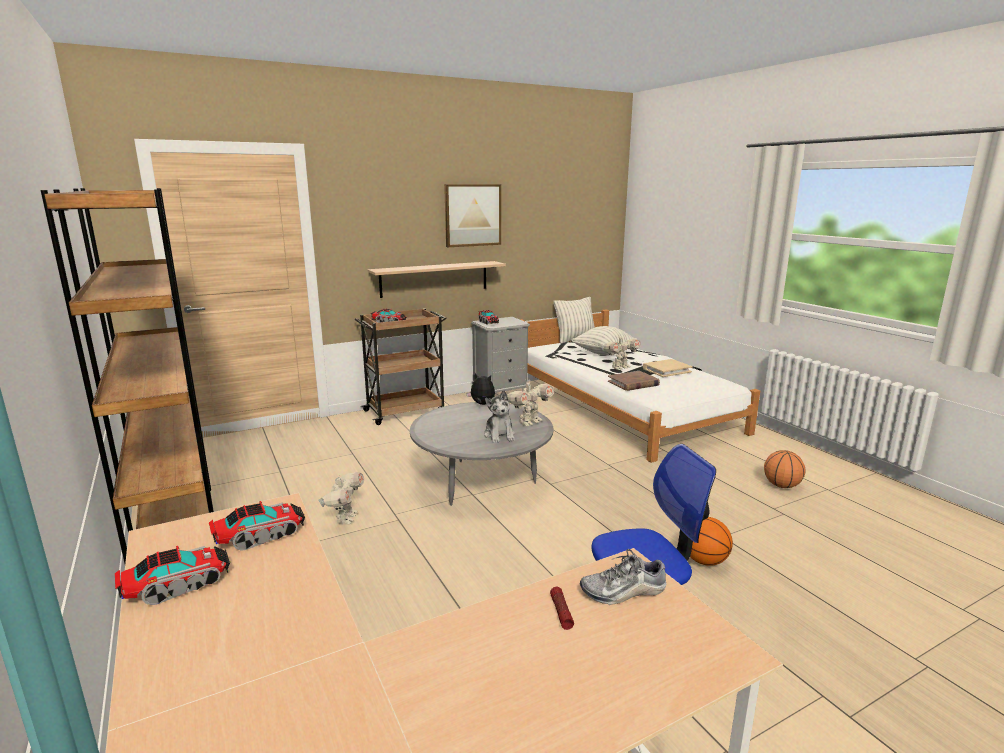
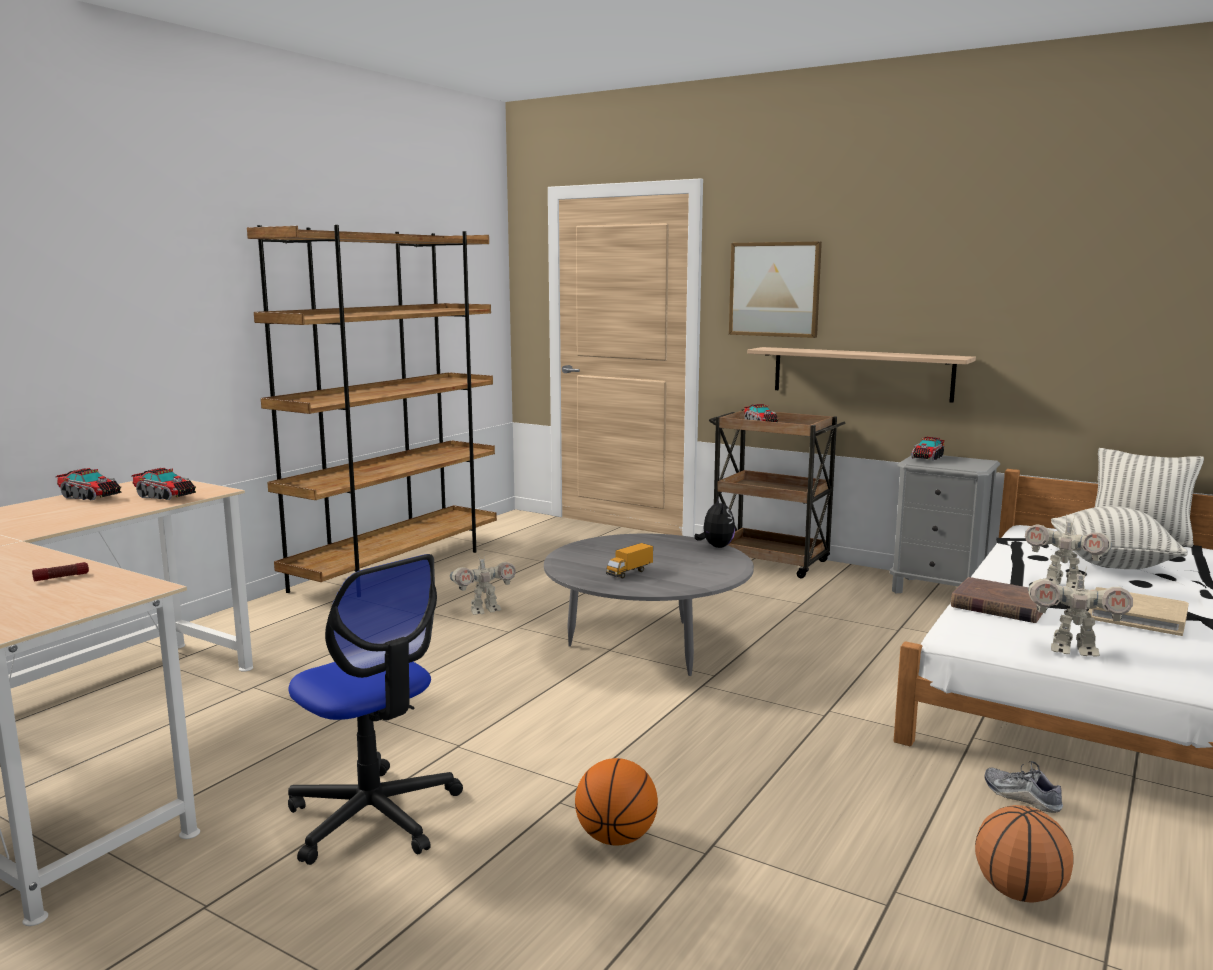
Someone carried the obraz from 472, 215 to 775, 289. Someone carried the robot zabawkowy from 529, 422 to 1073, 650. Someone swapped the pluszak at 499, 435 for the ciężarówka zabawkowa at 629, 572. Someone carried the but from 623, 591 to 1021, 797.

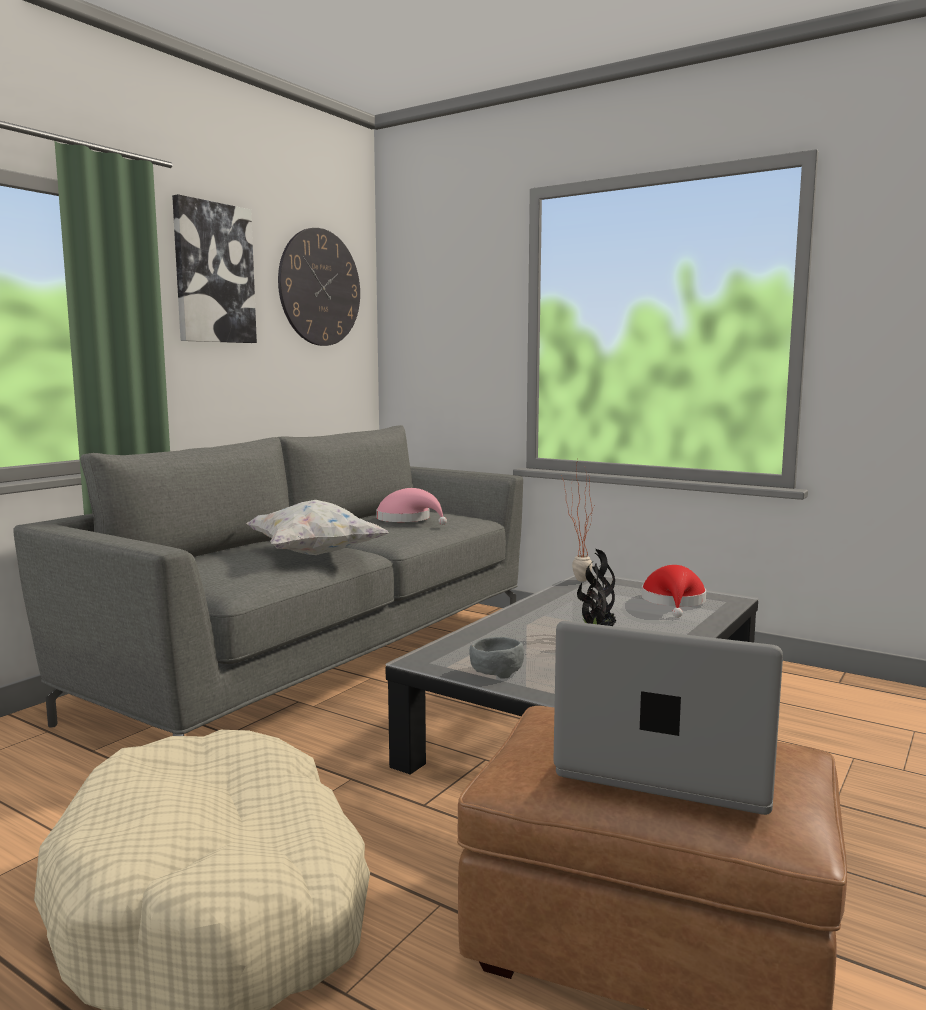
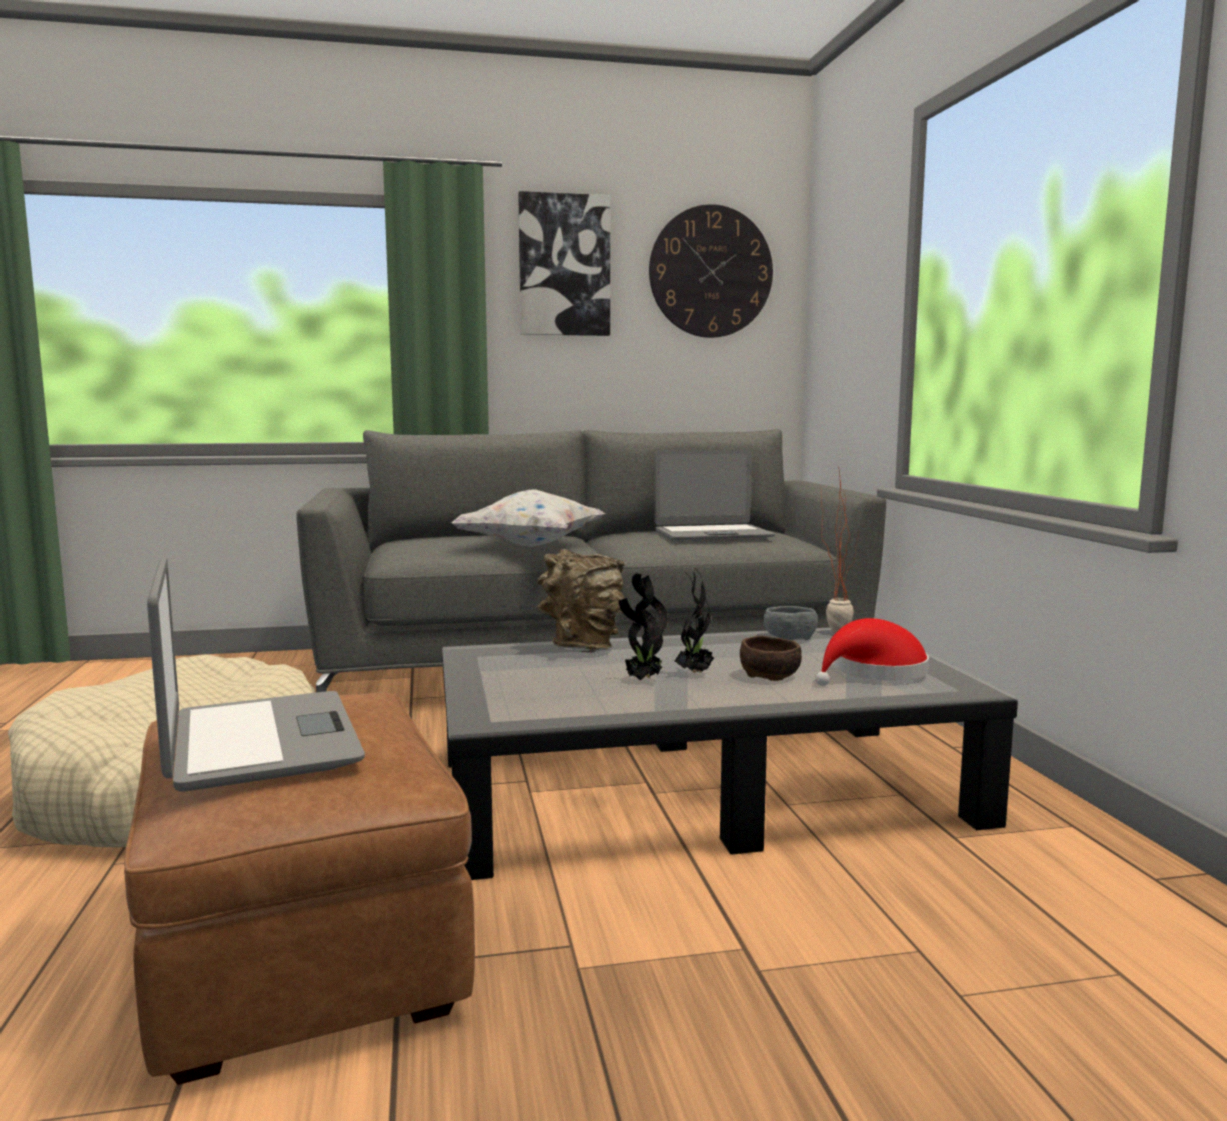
Someone swapped the kapelusz/różowy at 407, 520 for the laptop at 712, 534. Someone carried the miska/szary from 495, 671 to 789, 637. Someone put down the wazon/brązowy at 582, 647. Someone put down the miska/brązowy at 771, 675.

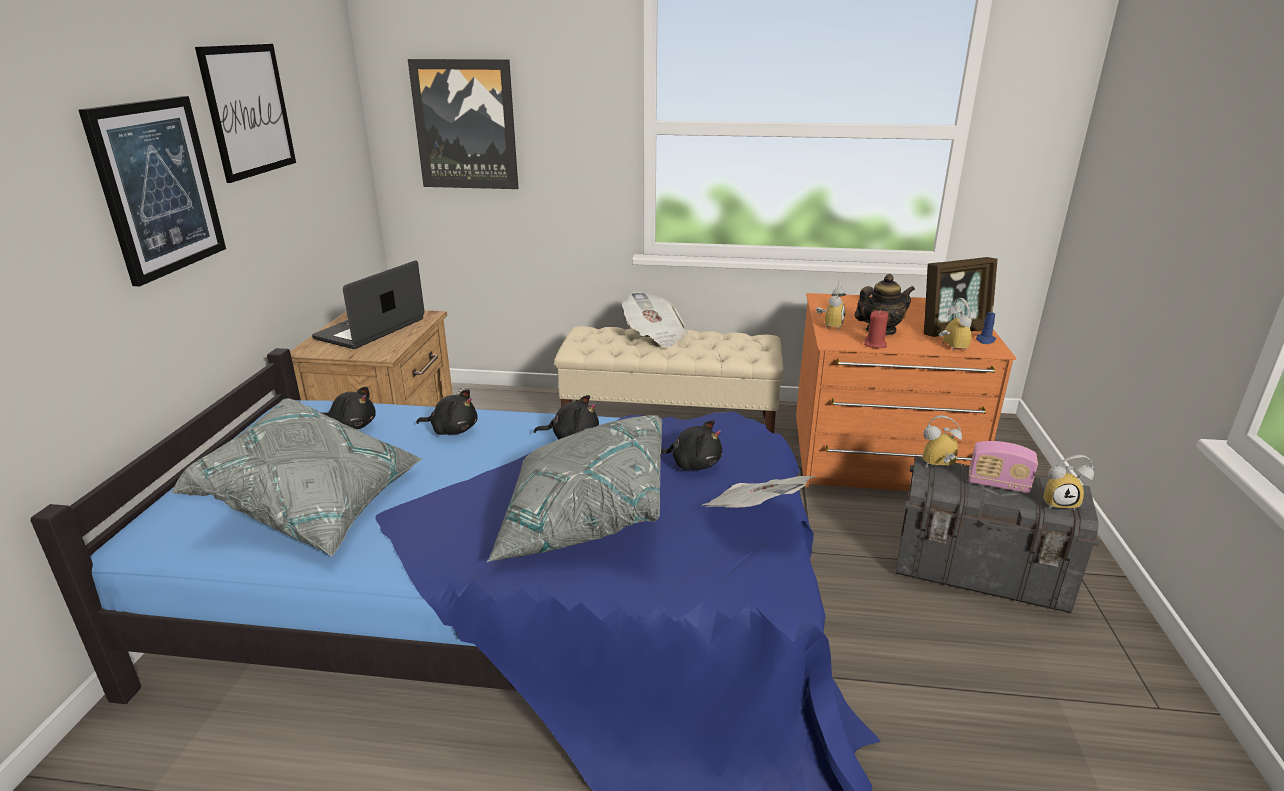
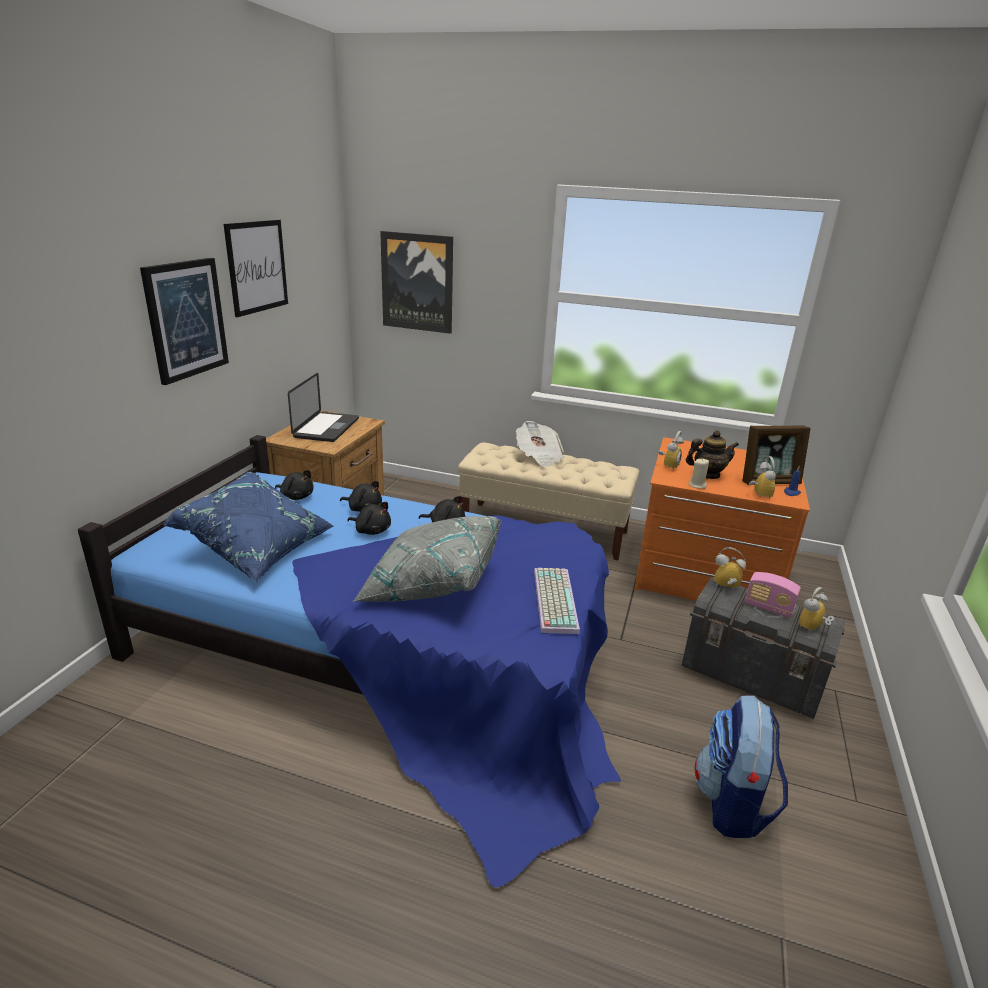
Someone rotated the laptop at 370, 329 by 150 degrees clockwise. Someone repainted the świeca/czerwony at 875, 345, which became the świeca/beżowy at 697, 485. Someone repainted the poduszka/szary at 317, 505, which became the poduszka/niebieski at 257, 547. Someone carried the pluszak/czarny from 692, 464 to 371, 530. Someone rotated the budzik at 1059, 502 by 120 degrees clockwise. Someone swapped the gazeta at 754, 515 for the klawiatura at 553, 599. Someone put down the plecak at 732, 803.

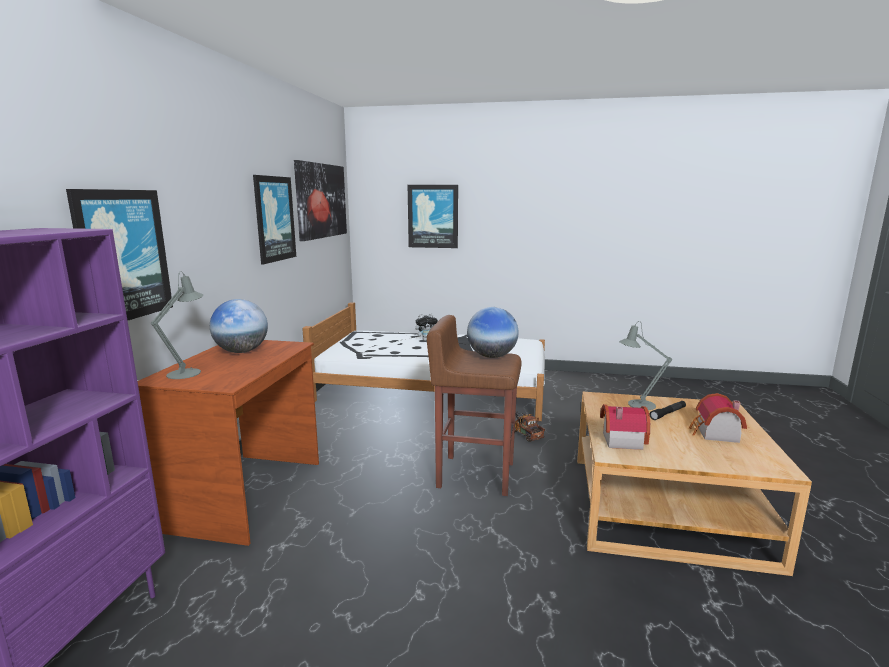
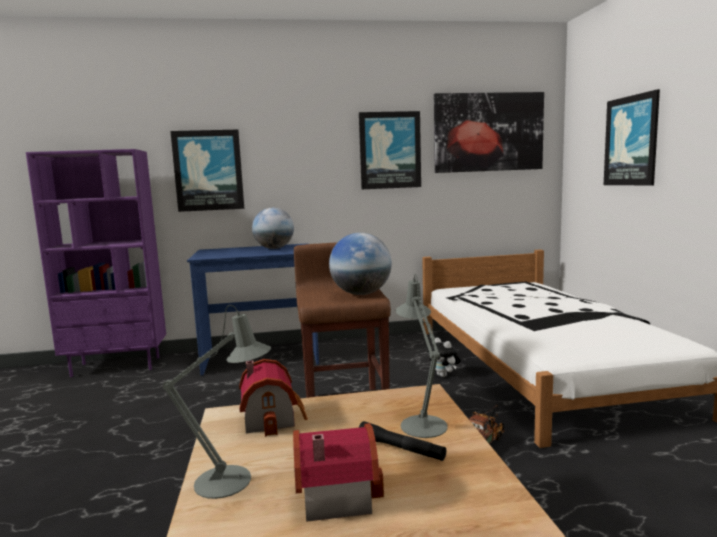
Someone carried the lampa stołowa/szary from 187, 372 to 231, 481. Someone carried the pluszak from 426, 340 to 444, 375. Someone repainted the biurko/brązowy at 247, 495, which became the biurko/niebieski at 261, 358.

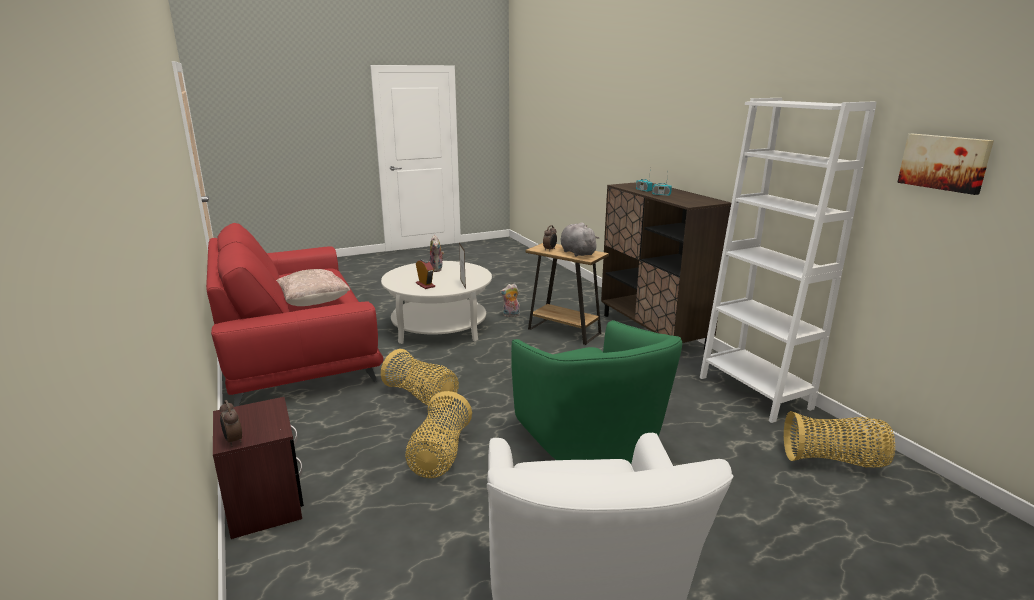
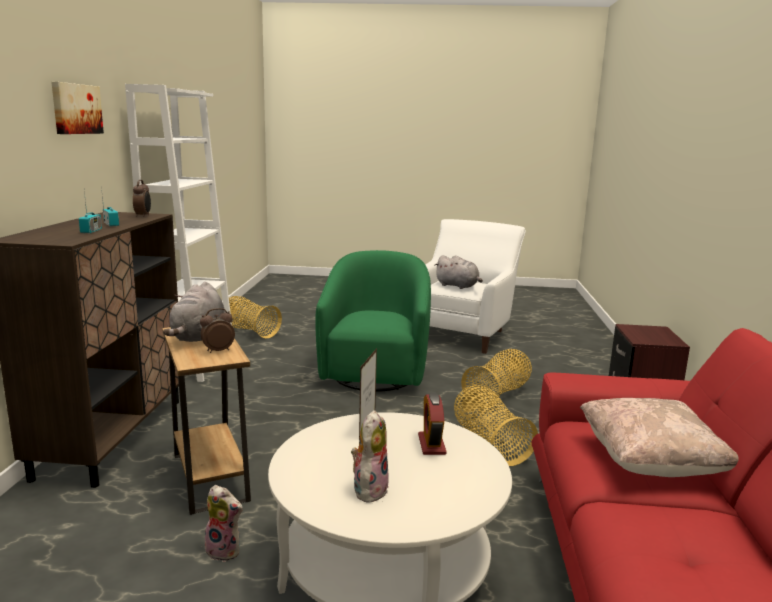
Someone carried the obraz from 944, 162 to 75, 109. Someone carried the budzik from 233, 441 to 143, 216. Someone put down the pluszak/szary at 458, 286.

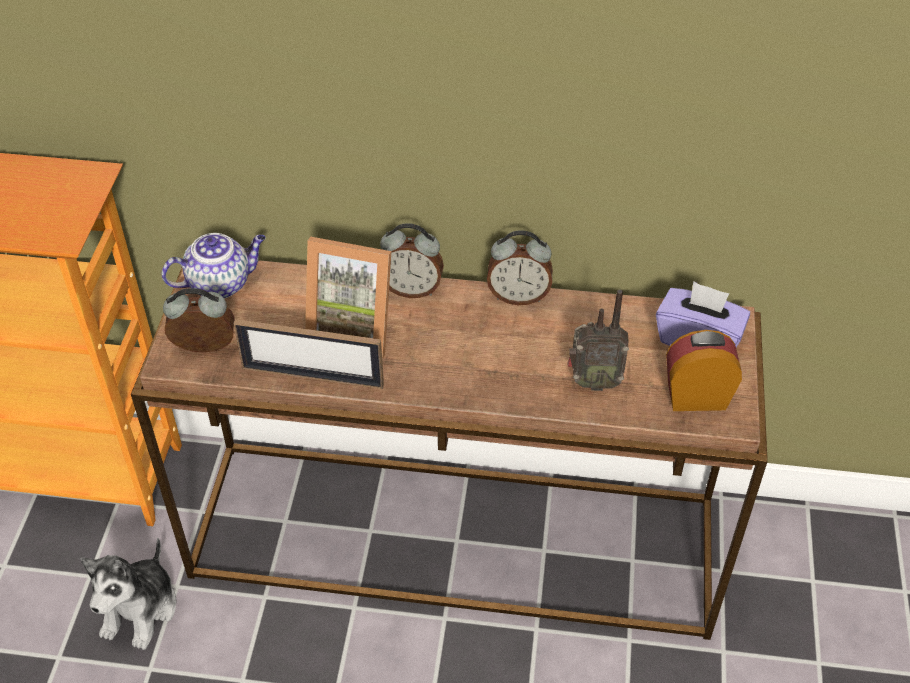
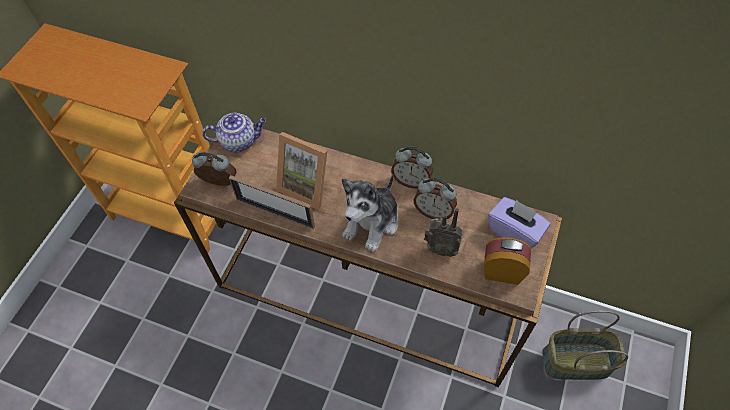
Someone carried the budzik from 411, 289 to 434, 212. Someone carried the pluszak from 141, 610 to 372, 223. Someone put down the koszyk at 575, 362.

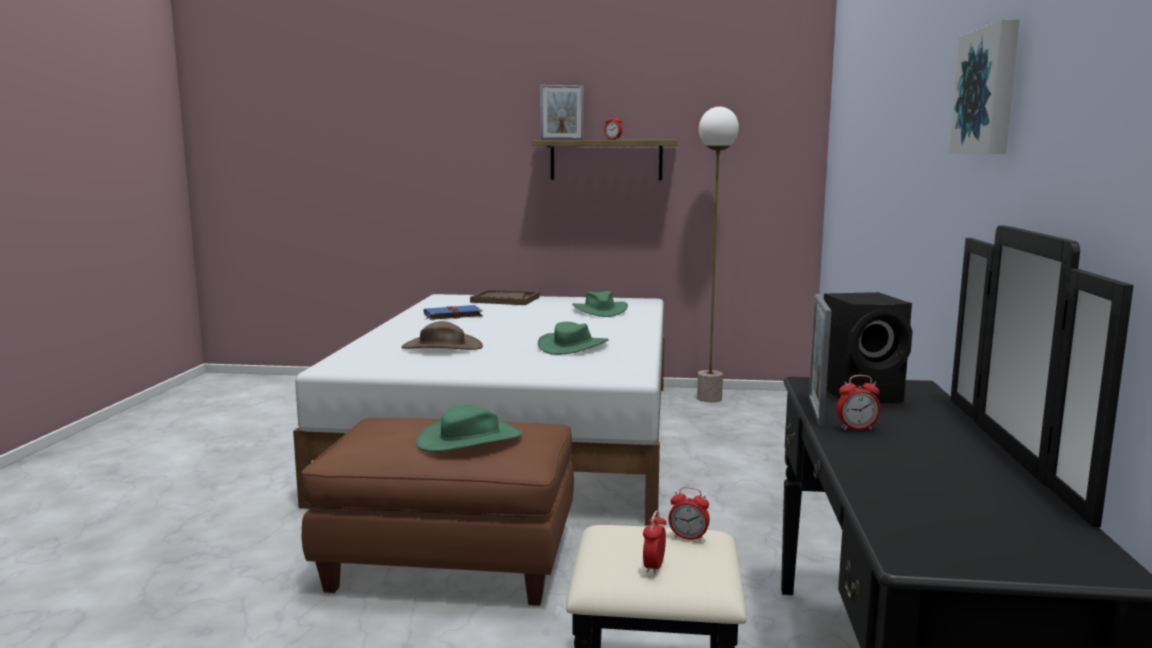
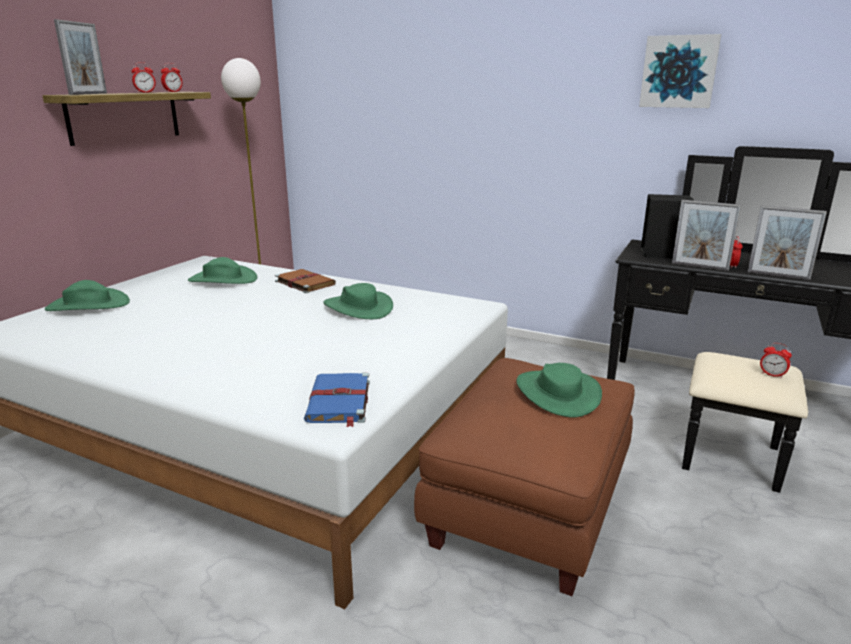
Someone swapped the taca/brązowy at 505, 300 for the kapelusz/zielony at 88, 305. Someone carried the książka/niebieski from 451, 315 to 339, 402. Someone took away the kapelusz/brązowy at 442, 347. Someone carried the budzik from 688, 537 to 173, 92. Someone put down the ramka na zdjęcie at 778, 275. Someone put down the książka/brązowy at 304, 283.

